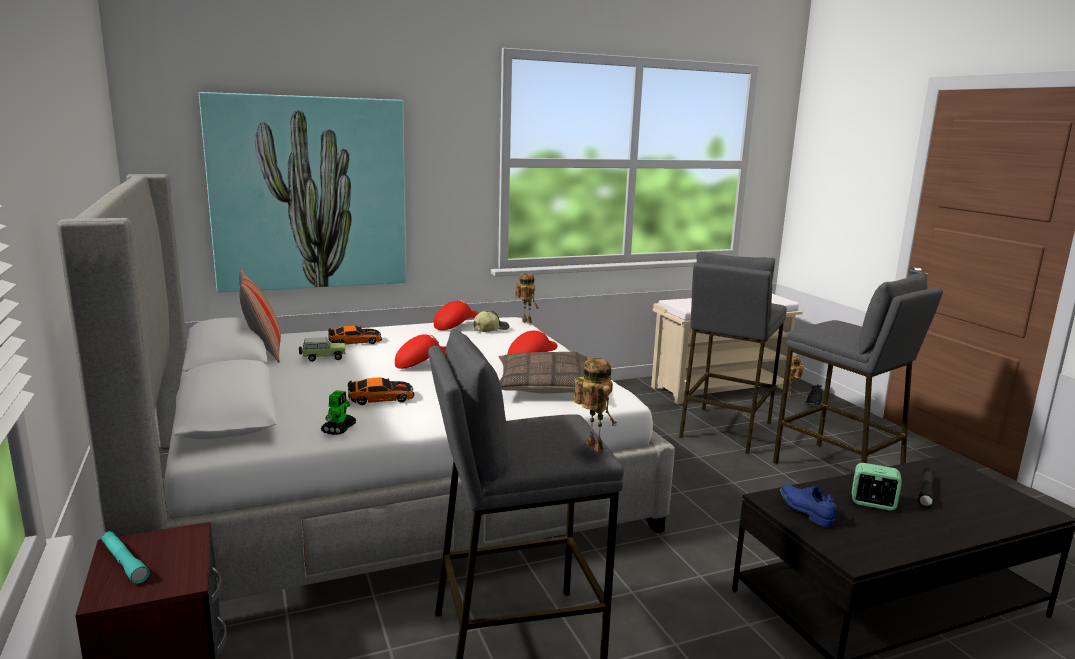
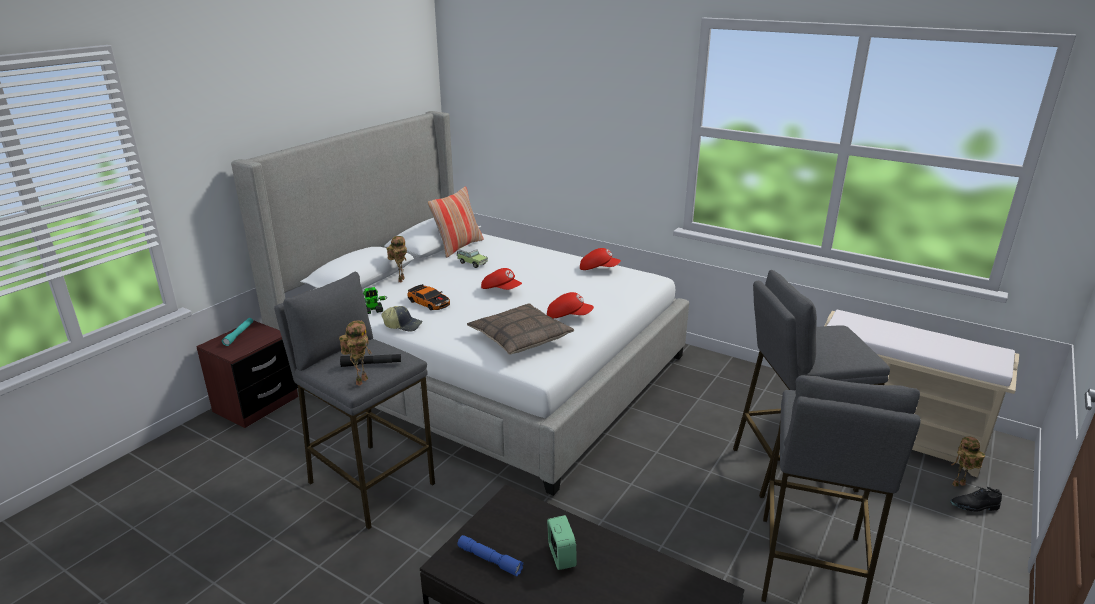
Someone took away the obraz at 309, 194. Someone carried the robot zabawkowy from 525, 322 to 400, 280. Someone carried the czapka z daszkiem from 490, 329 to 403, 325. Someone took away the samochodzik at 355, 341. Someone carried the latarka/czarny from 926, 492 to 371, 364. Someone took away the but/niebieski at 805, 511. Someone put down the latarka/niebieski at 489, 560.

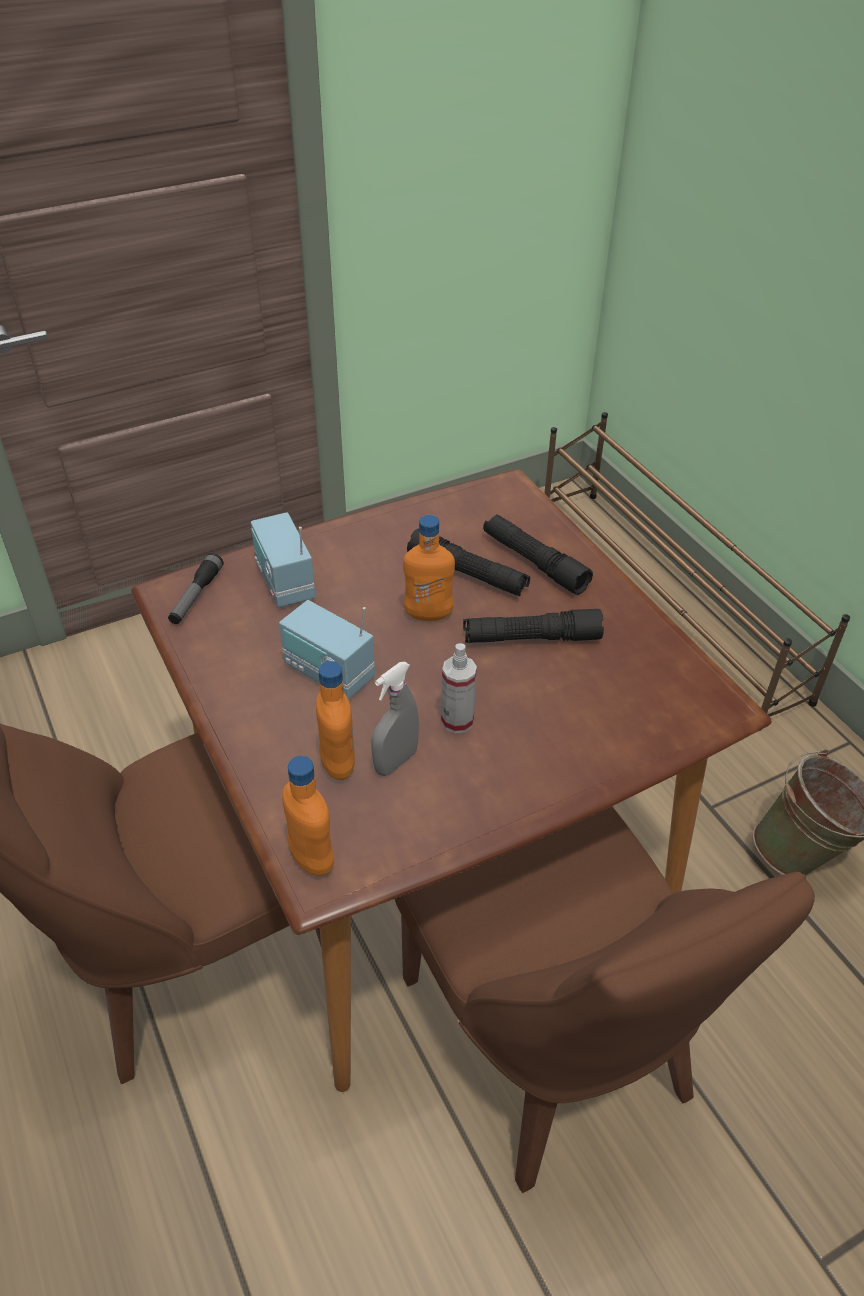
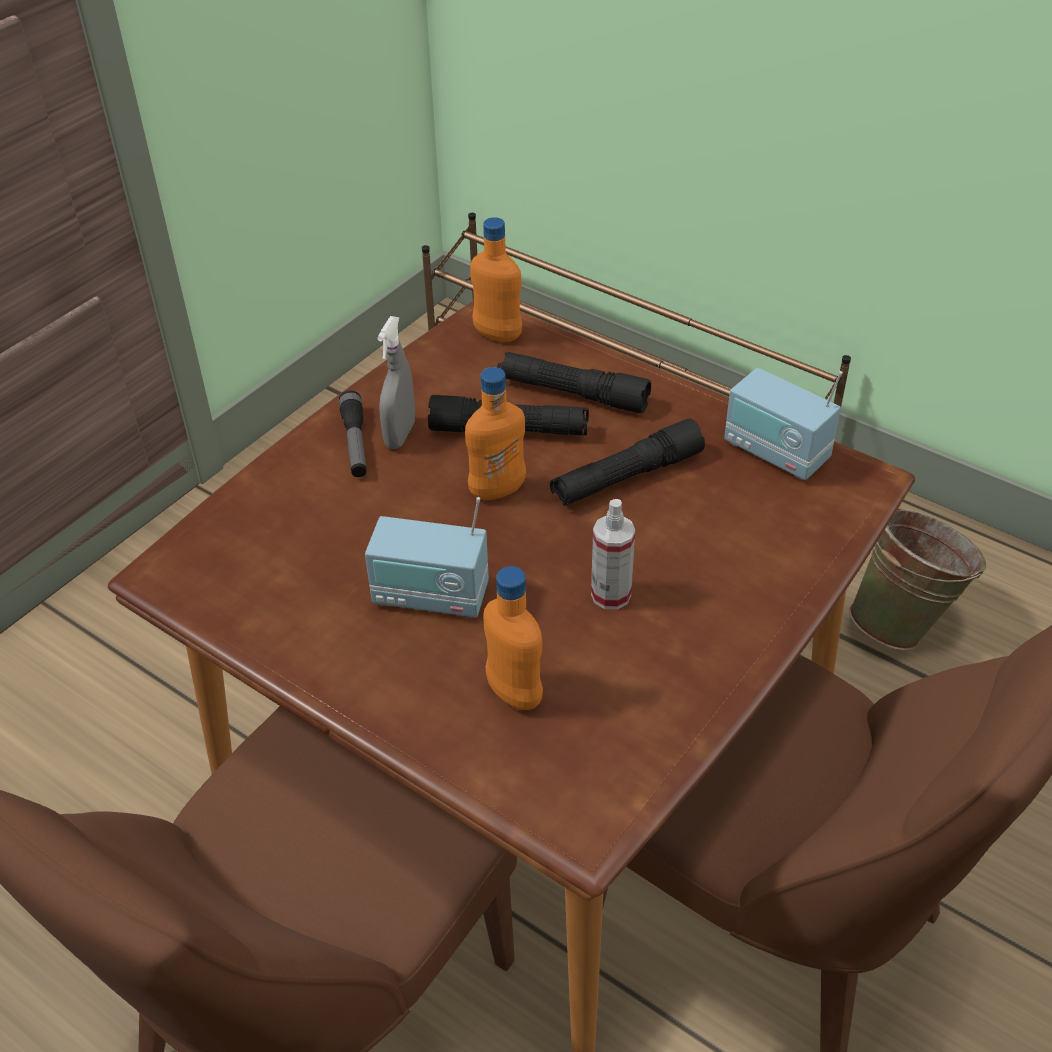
Someone carried the radio from 284, 583 to 775, 453. Someone carried the latarka from 196, 596 to 355, 443. Someone carried the spryskiwacz/szary from 395, 762 to 400, 435. Someone carried the butelka/pomarańczowy from 311, 859 to 497, 335.

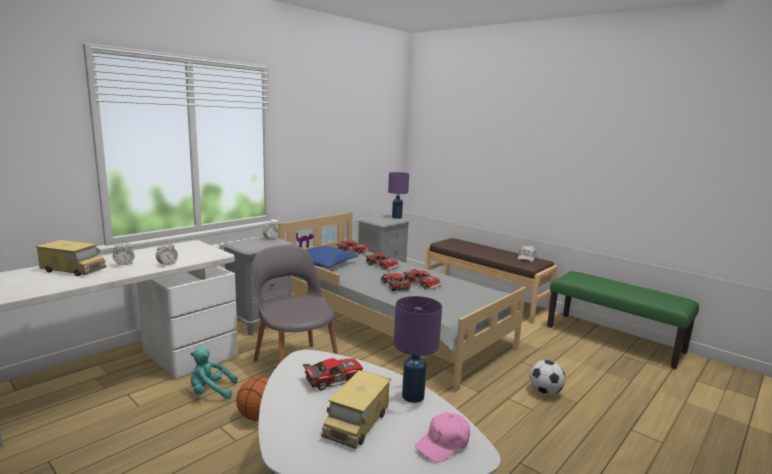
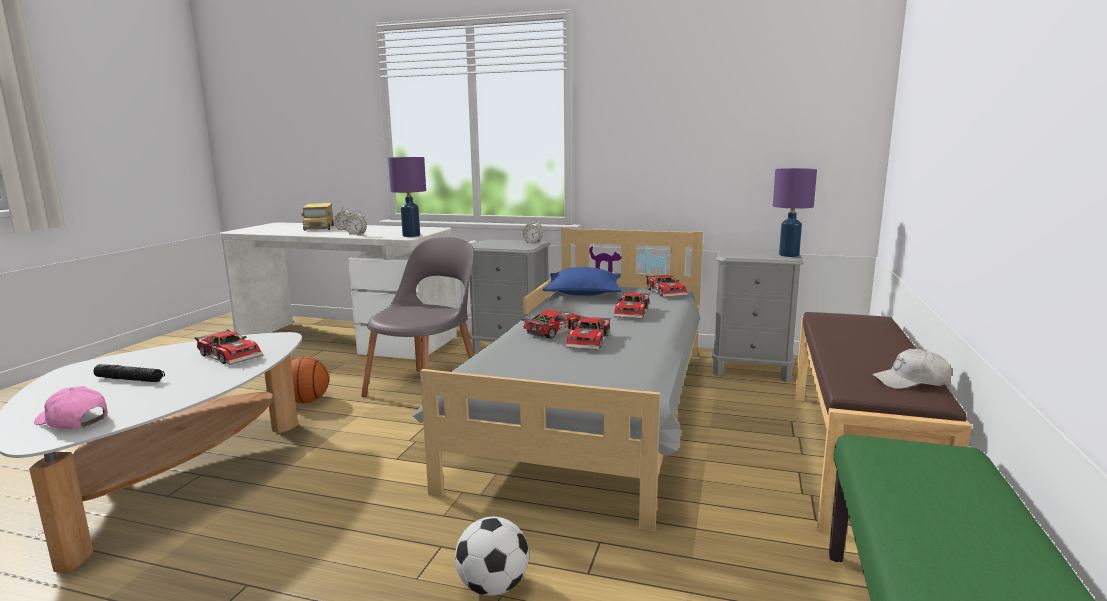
Someone carried the lampa stołowa/fioletowy from 413, 396 to 411, 235. Someone took away the pluszak/turkusowy at 211, 392. Someone swapped the ciężarówka zabawkowa at 357, 423 for the latarka/czarny at 130, 379.

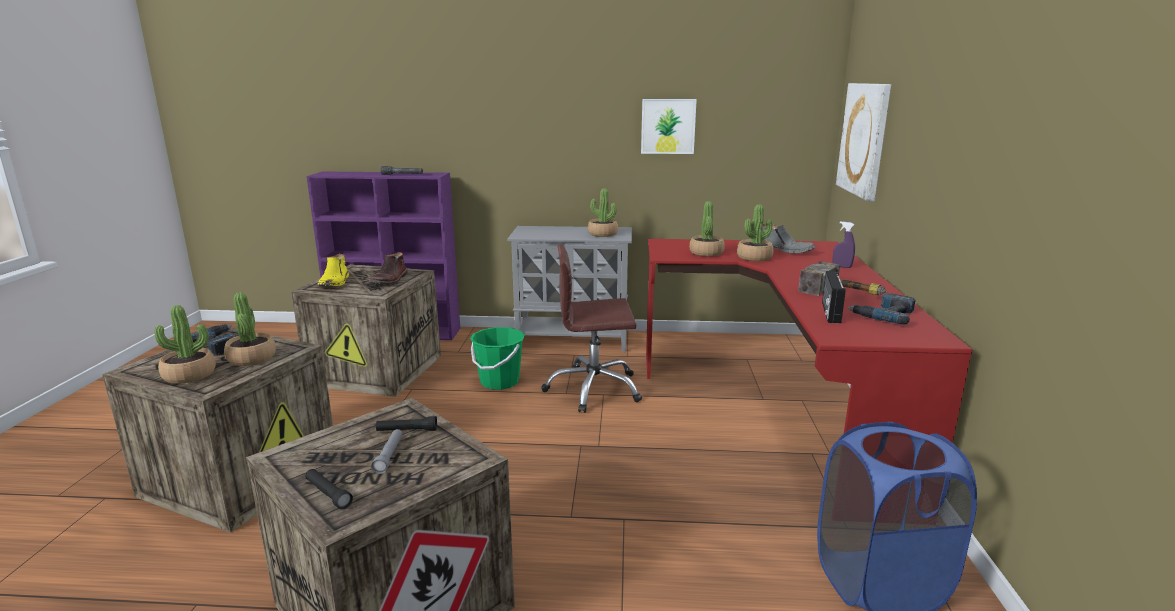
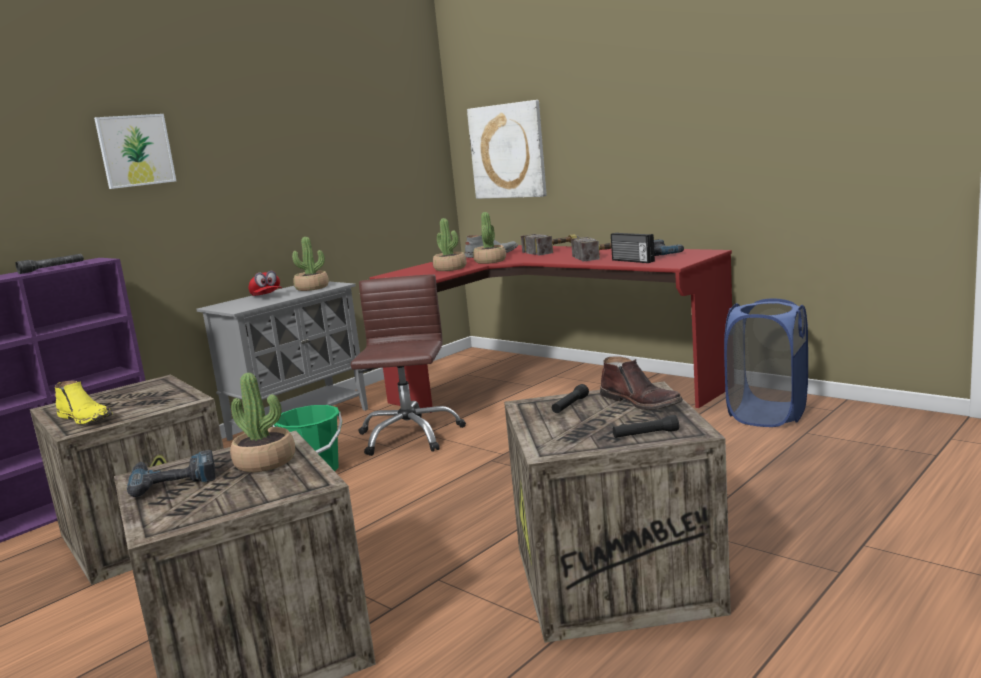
Someone carried the obraz from 668, 126 to 135, 150. Someone swapped the spryskiwacz/fioletowy at 842, 266 for the młotek at 555, 249. Someone rotated the krzesło biurowe/brązowy at 593, 389 by 150 degrees clockwise. Someone carried the but z cholewką/brązowy from 390, 280 to 641, 402. Someone took away the roślina doniczkowa at 189, 375. Someone took away the latarka/szary at 389, 456. Someone put down the czapka z daszkiem/czerwony at 267, 296.

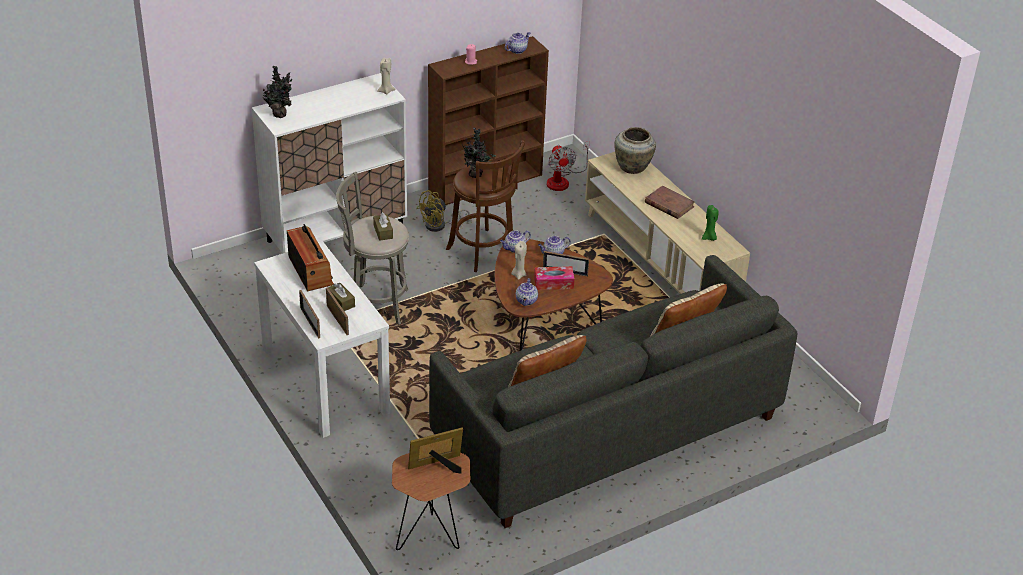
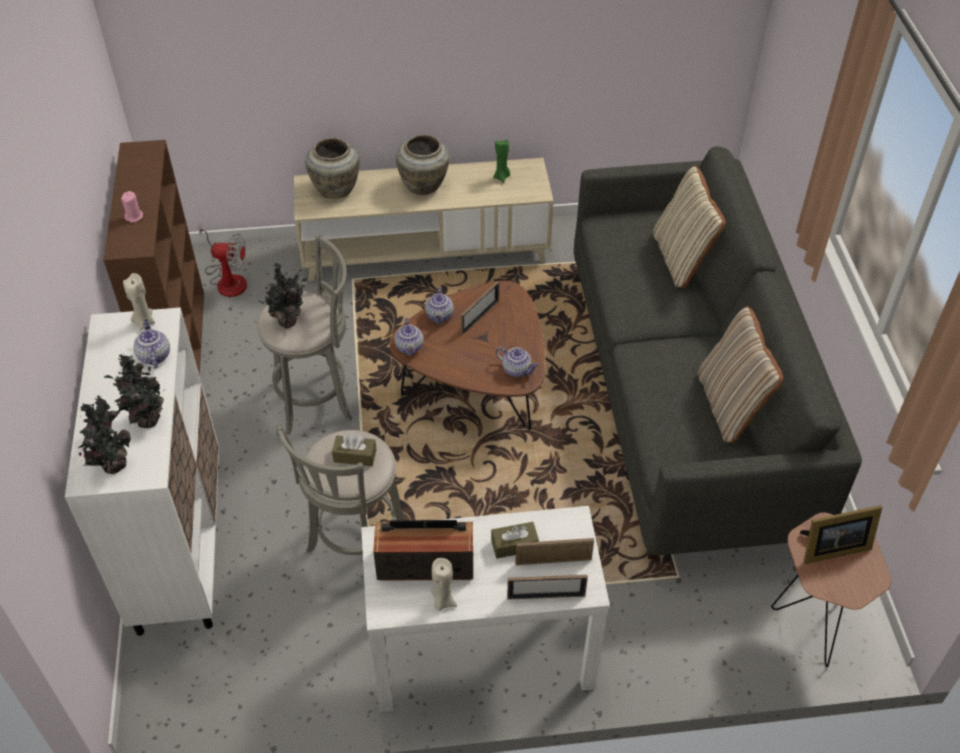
Someone carried the imbryk from 517, 50 to 154, 355. Someone repainted the stołek/brązowy at 483, 252, which became the stołek/szary at 317, 398. Someone swapped the książka/brązowy at 669, 204 for the wazon/beżowy at 424, 185. Someone took away the wentylator/żółty at 440, 226. Someone carried the świeca/beżowy from 518, 275 to 442, 601. Someone took away the pudełko chusteczek at 553, 283. Someone rotated the ramka na zdjęcie at 438, 466 by 105 degrees counterclockwise. Someone put down the roślina doniczkowa at 145, 420.

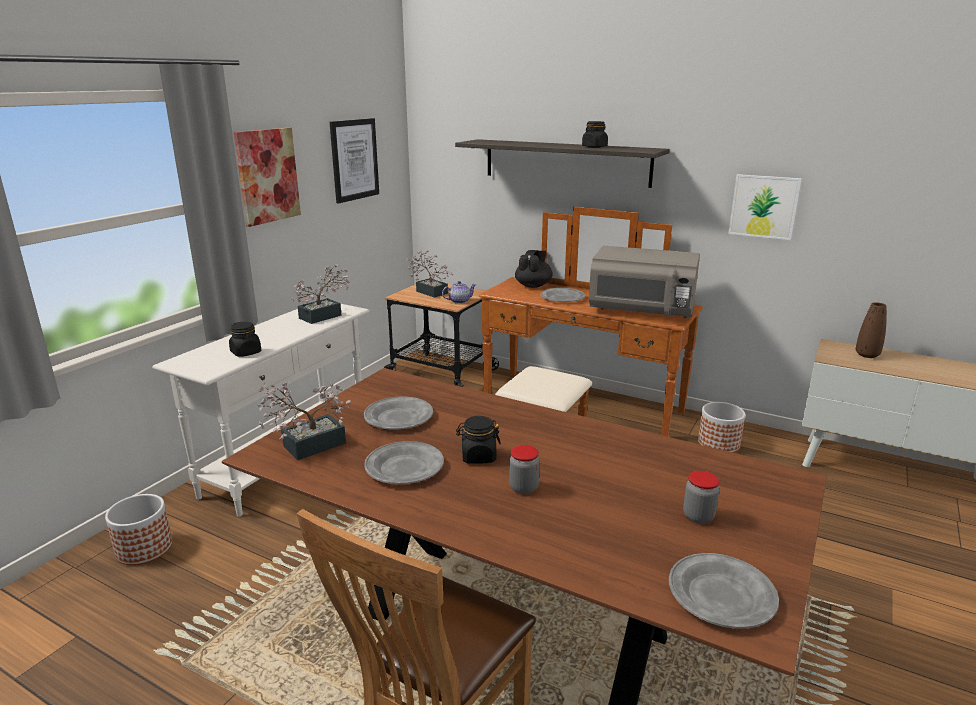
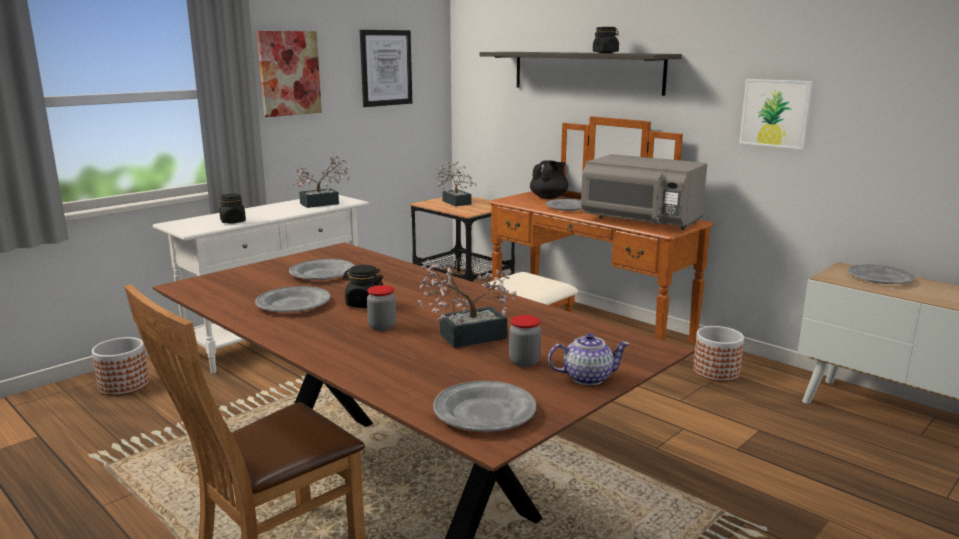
Someone carried the imbryk from 459, 301 to 586, 377. Someone swapped the wazon/brązowy at 867, 355 for the talerz/szary at 879, 278. Someone carried the roślina doniczkowa from 307, 446 to 465, 337.

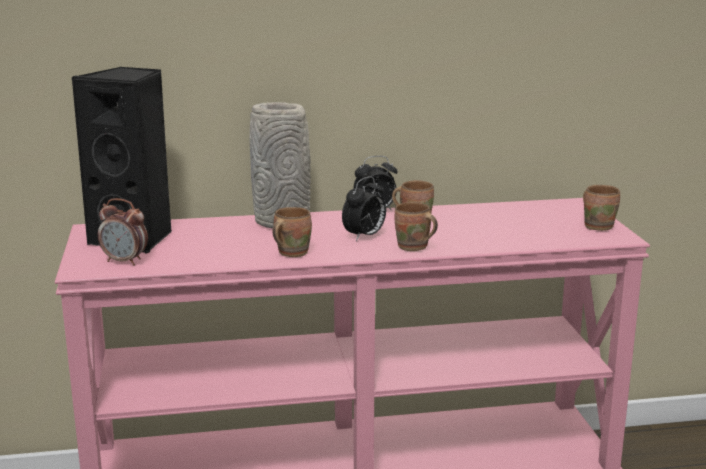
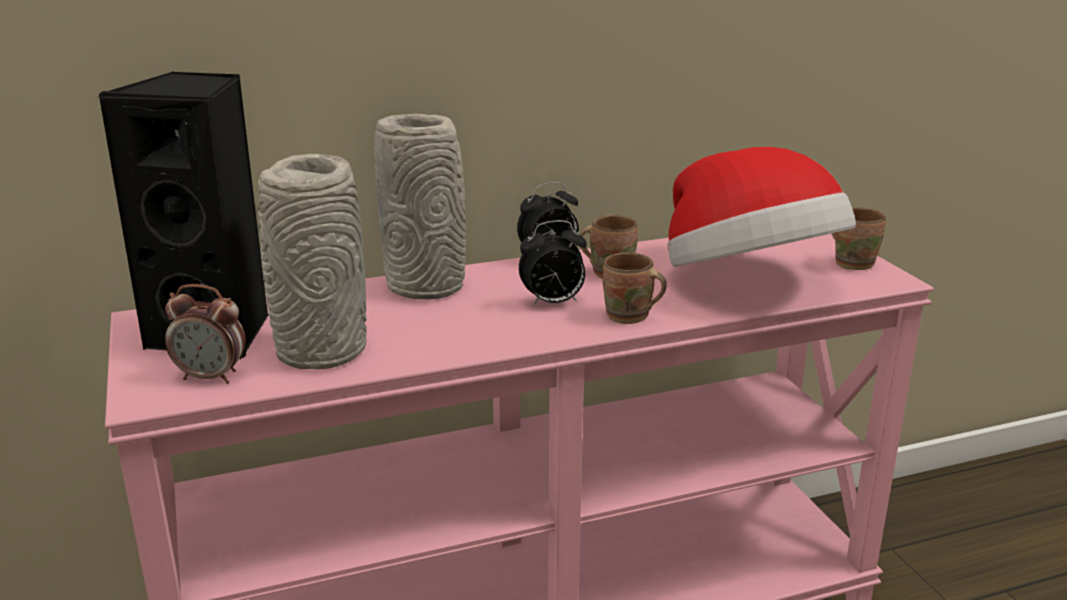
Someone rotated the budzik at 364, 236 by 45 degrees clockwise. Someone took away the kubek/brązowy at 290, 253. Someone put down the kapelusz at 748, 282. Someone put down the wazon/szary at 320, 350.

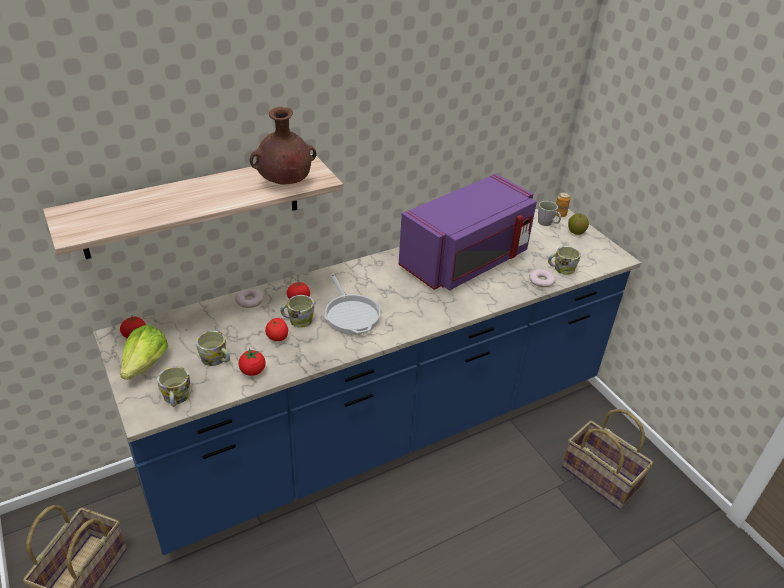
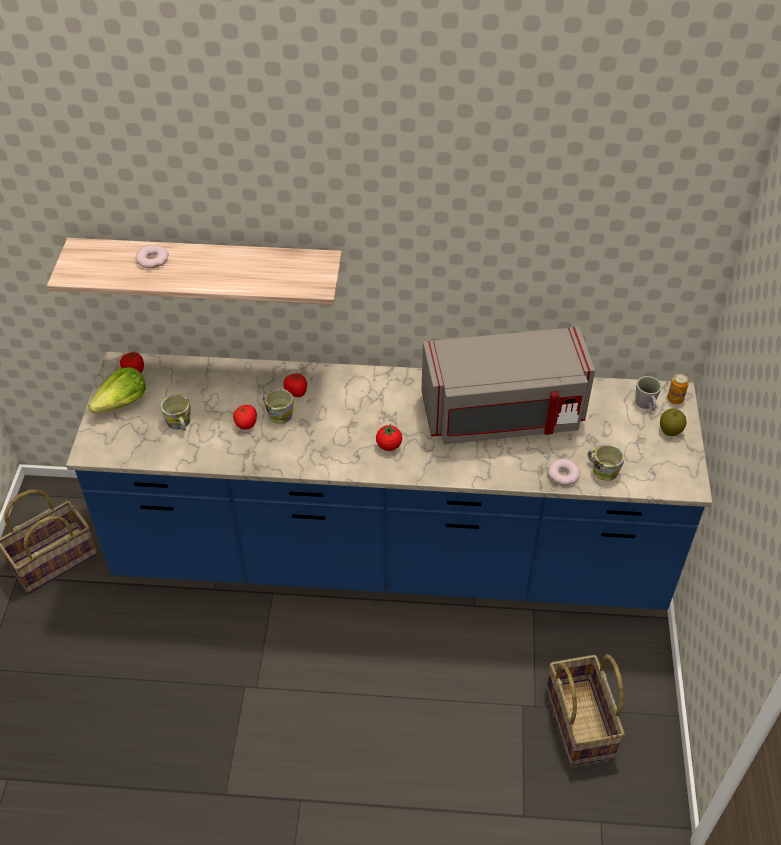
Someone took away the wazon/brązowy at 284, 183. Someone repainted the mikrofalówka/fioletowy at 466, 260, which became the mikrofalówka/szary at 503, 415. Someone took away the patelnia at 351, 314. Someone carried the donut from 249, 300 to 152, 259. Someone carried the pomidor from 252, 371 to 389, 445. Someone took away the kubek at 176, 398.

